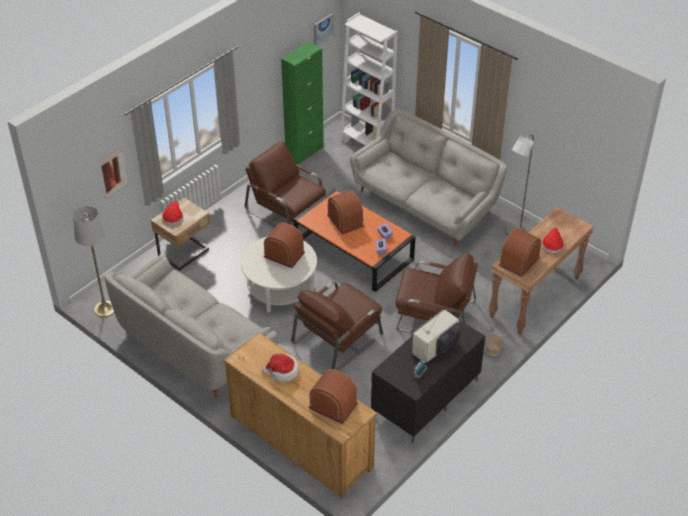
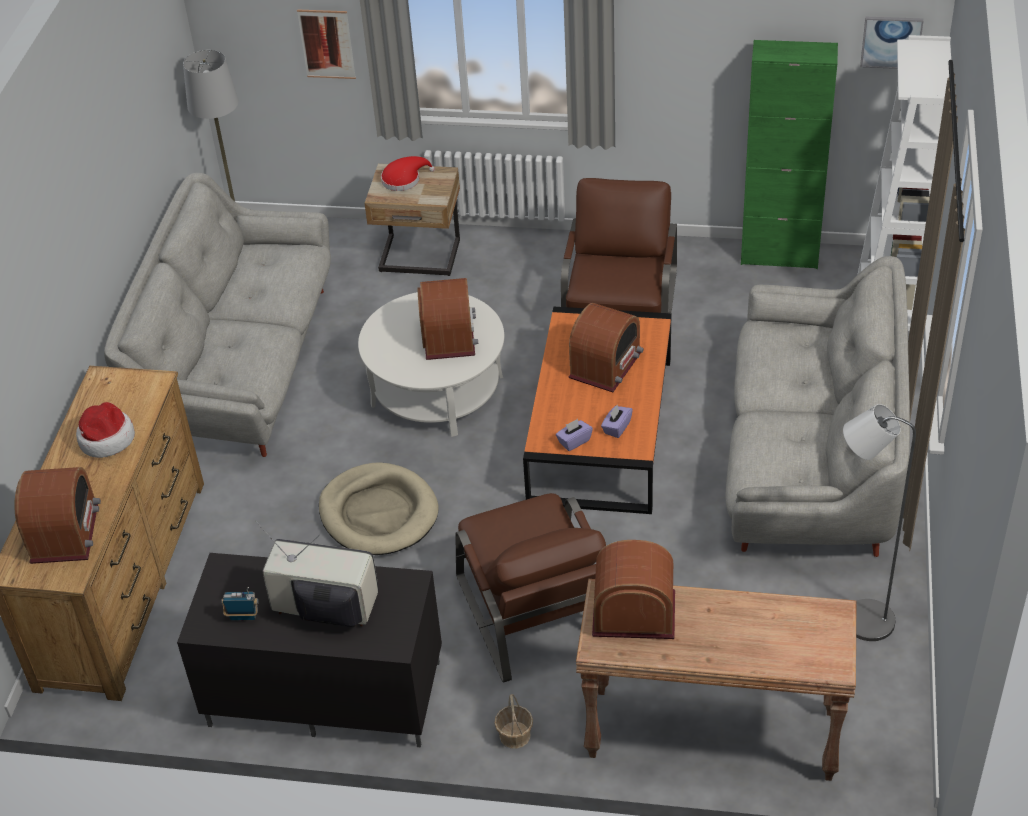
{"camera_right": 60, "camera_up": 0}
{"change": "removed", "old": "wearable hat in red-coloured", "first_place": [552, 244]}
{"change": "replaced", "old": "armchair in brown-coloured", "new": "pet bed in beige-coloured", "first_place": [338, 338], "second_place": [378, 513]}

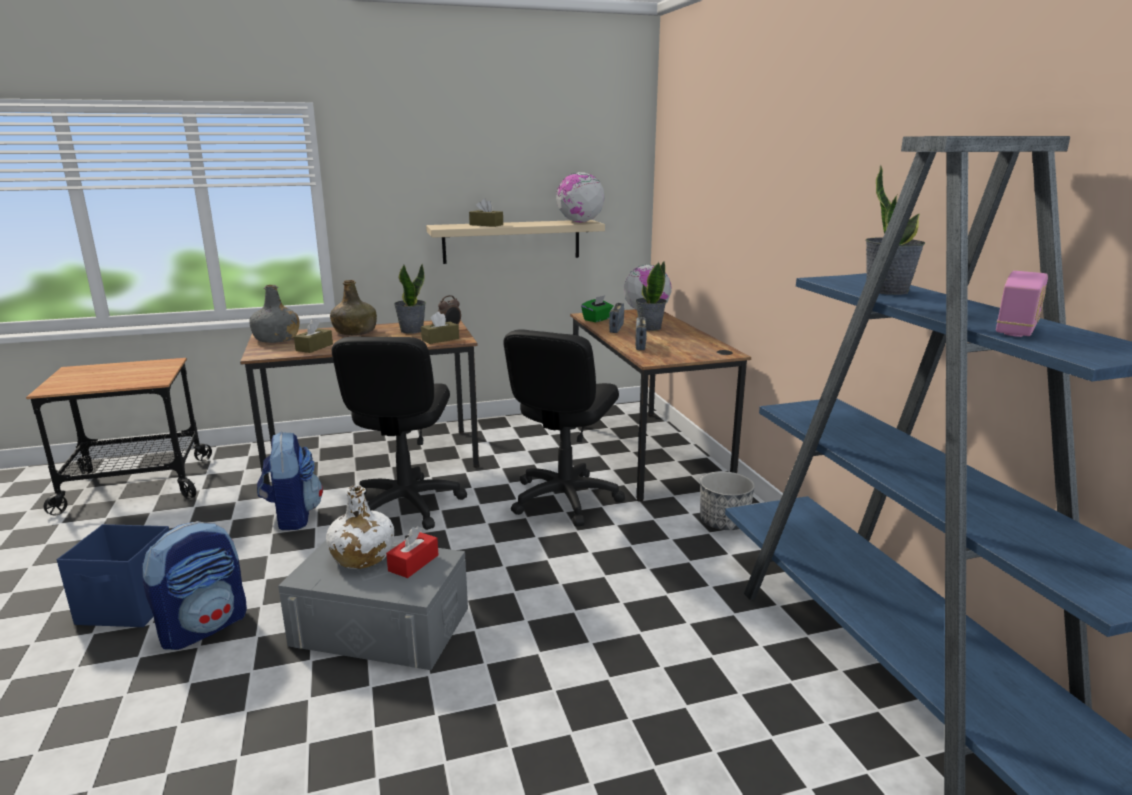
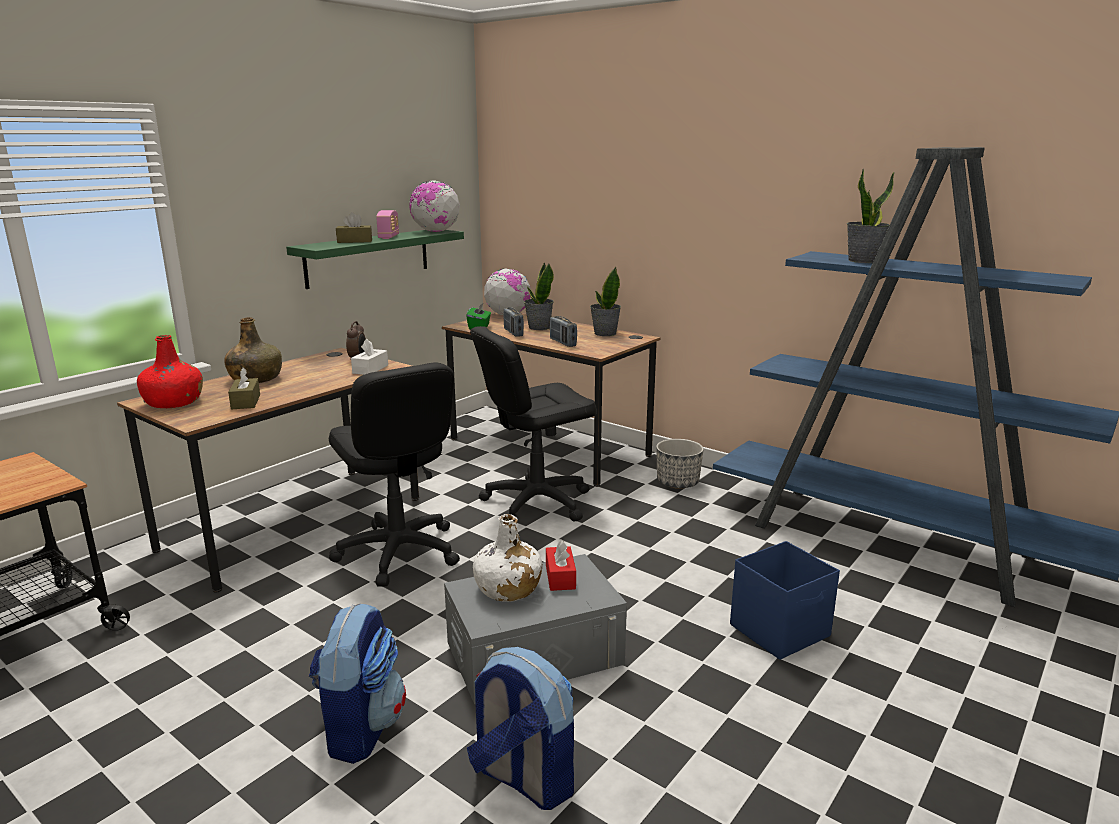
{"camera_right": -35, "camera_up": 0}
{"change": "recoloured", "old": "shelf in beige-coloured", "new": "shelf in greenish", "first_place": [512, 241], "second_place": [368, 257]}
{"change": "moved", "old": "houseplant", "first_place": [411, 330], "second_place": [604, 333]}
{"change": "moved", "old": "radio receiver", "first_place": [1017, 329], "second_place": [388, 237]}
{"change": "recoloured", "old": "beverage bottle in greyish", "new": "beverage bottle in red-coloured", "first_place": [276, 339], "second_place": [174, 402]}
{"change": "recoloured", "old": "tissue box in brown-coloured", "new": "tissue box in whitish", "first_place": [440, 339], "second_place": [370, 369]}
{"change": "turned", "old": "office chair in black", "first_place": [564, 499], "second_place": [536, 502], "degrees": 75}
{"change": "moved", "old": "rucksack", "first_place": [293, 516], "second_place": [523, 779]}
{"change": "moved", "old": "storage box in bluish", "first_place": [130, 606], "second_place": [781, 630]}

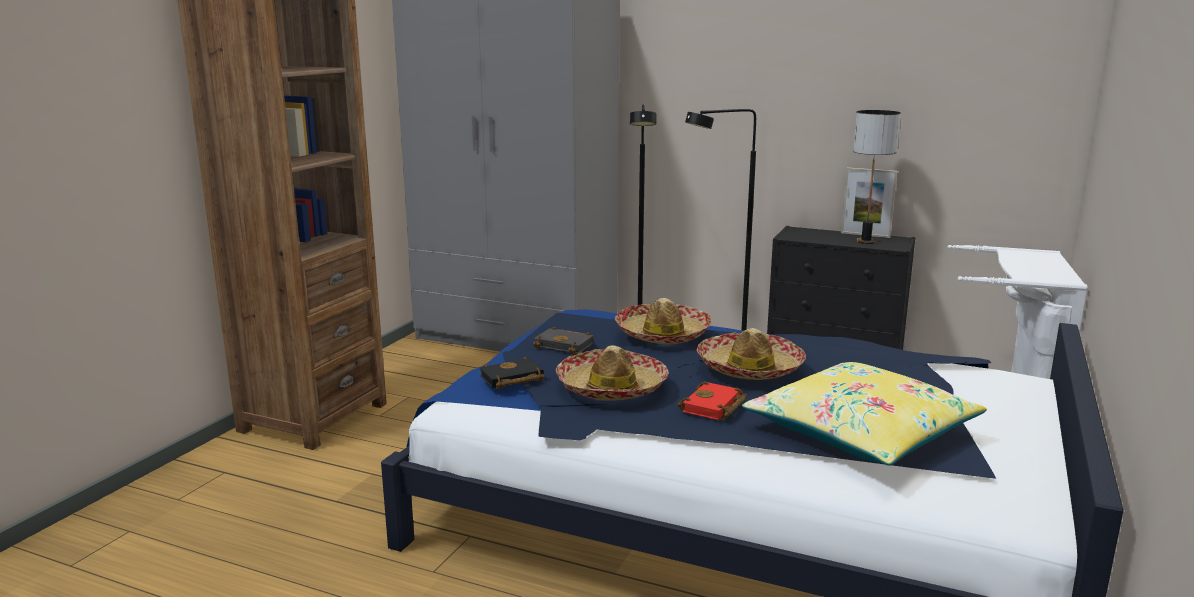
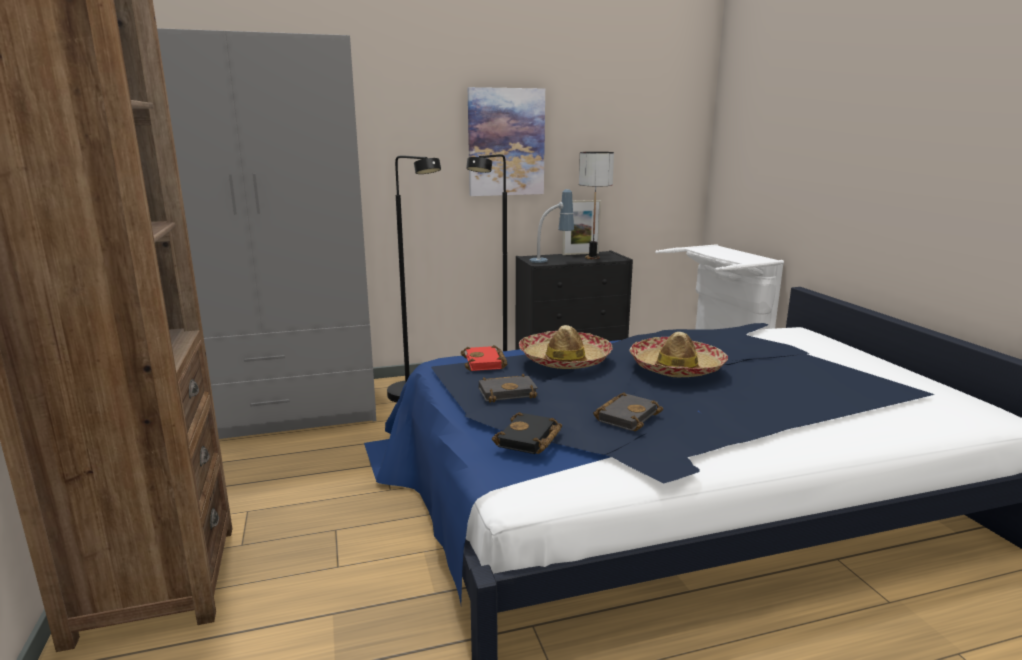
{"camera_right": -40, "camera_up": 0}
{"change": "replaced", "old": "wearable hat", "new": "bound book in black", "first_place": [612, 387], "second_place": [626, 416]}
{"change": "removed", "old": "pillow in yellowish", "first_place": [860, 432]}
{"change": "moved", "old": "bound book in red-coloured", "first_place": [714, 407], "second_place": [485, 363]}
{"change": "added", "new": "wall picture", "second_place": [506, 142]}
{"change": "added", "new": "tabletop lamp", "second_place": [551, 260]}

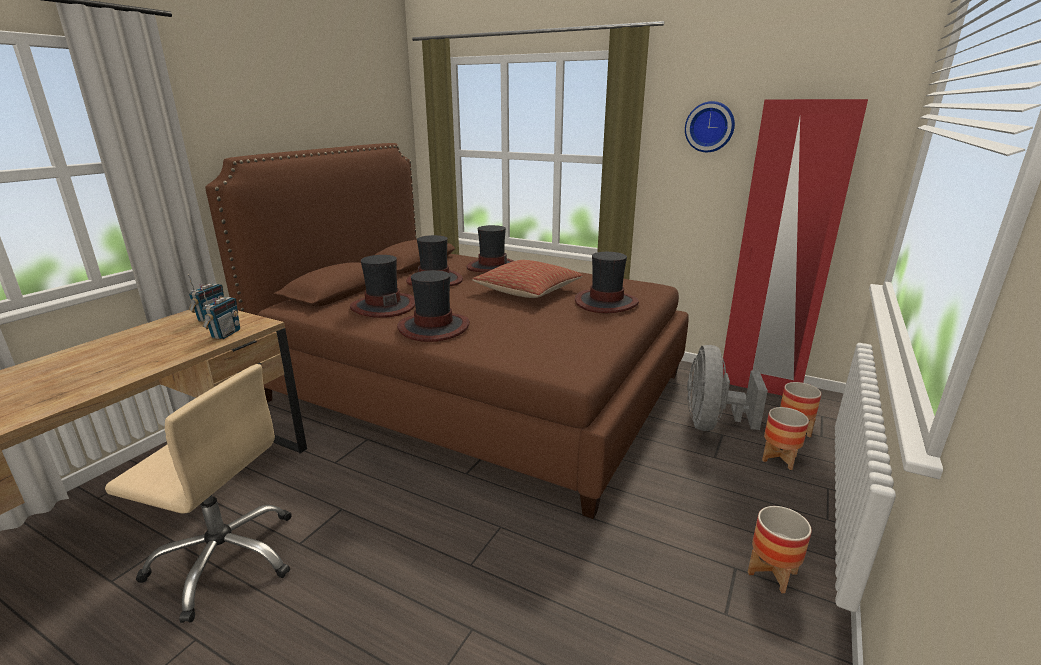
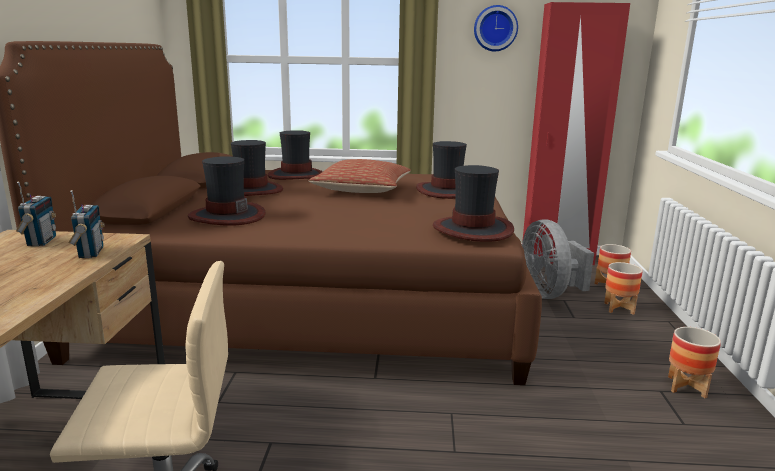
{"camera_right": -25, "camera_up": -5}
{"change": "moved", "old": "wearable hat", "first_place": [434, 327], "second_place": [473, 229]}

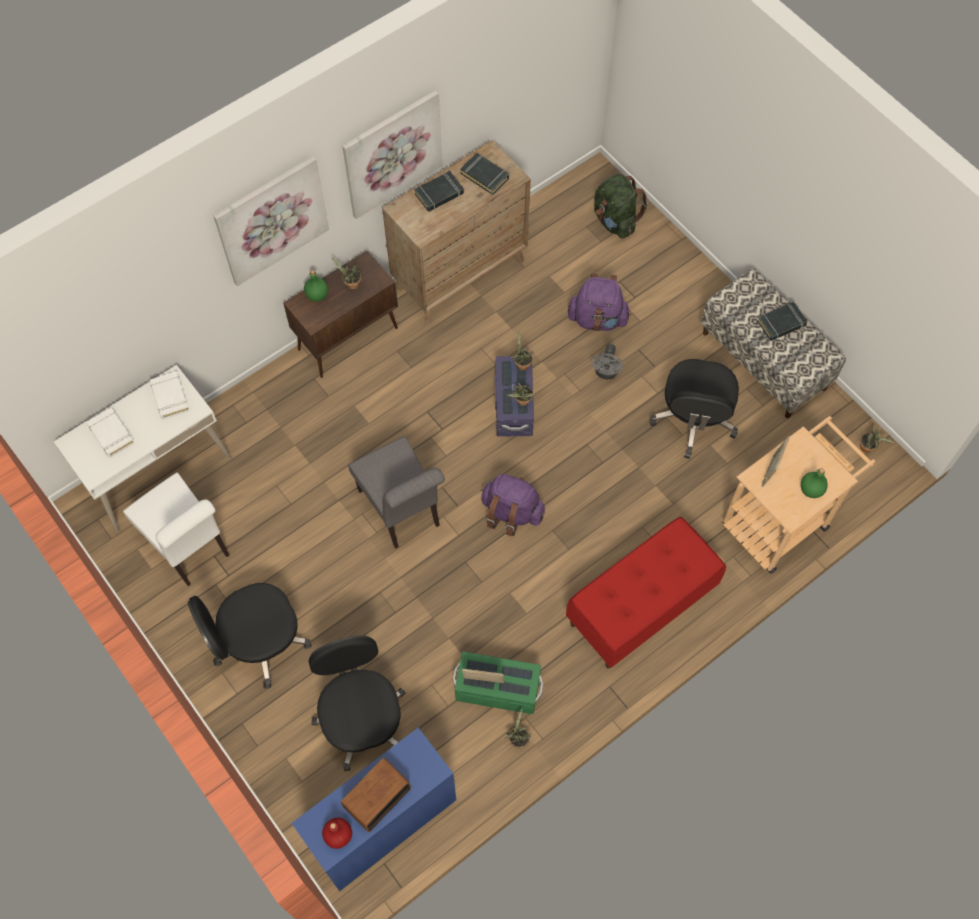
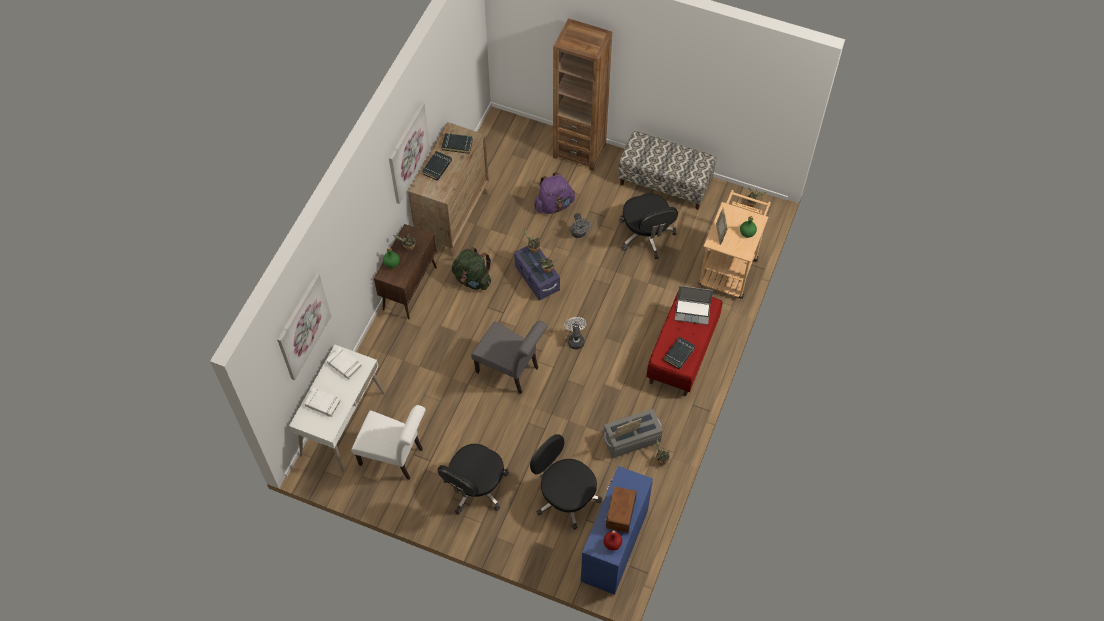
{"camera_right": -30, "camera_up": -5}
{"change": "moved", "old": "wall picture", "first_place": [272, 220], "second_place": [303, 326]}
{"change": "moved", "old": "rucksack in greenish", "first_place": [615, 220], "second_place": [472, 279]}
{"change": "moved", "old": "bound book in black", "first_place": [781, 323], "second_place": [679, 354]}
{"change": "replaced", "old": "rucksack in purple", "new": "electric fan in whitish", "first_place": [511, 512], "second_place": [575, 339]}
{"change": "recoloured", "old": "storage box in greenish", "new": "storage box in greyish", "first_place": [497, 689], "second_place": [631, 439]}
{"change": "added", "new": "bookcase in brown-coloured", "second_place": [579, 150]}
{"change": "added", "new": "notebook computer", "second_place": [693, 311]}

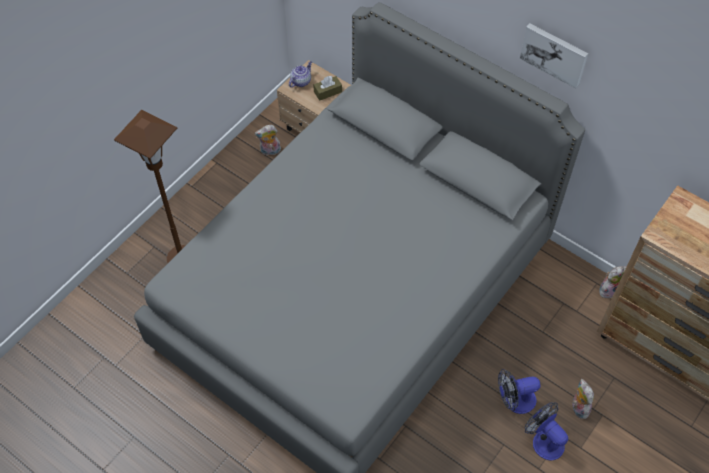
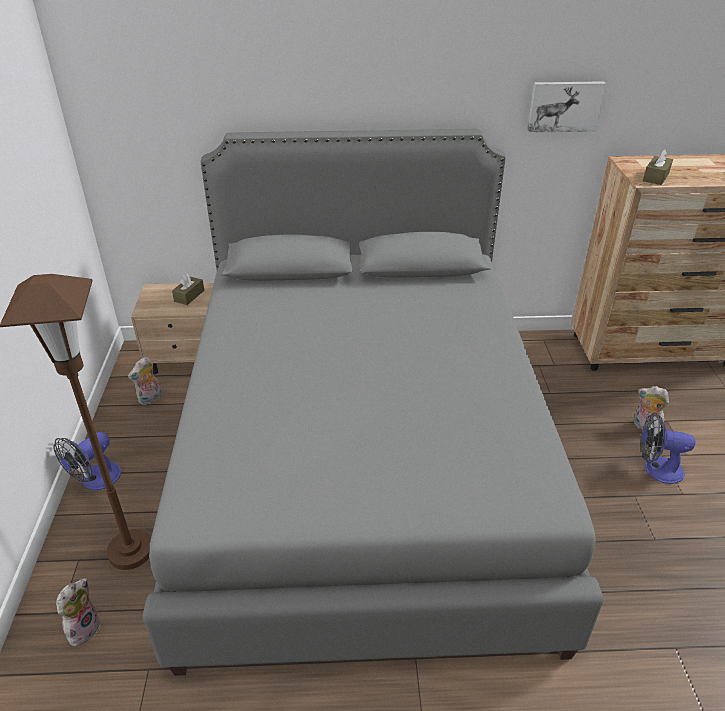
{"camera_right": -40, "camera_up": -20}
{"change": "moved", "old": "wall picture", "first_place": [554, 54], "second_place": [564, 106]}
{"change": "removed", "old": "teapot", "first_place": [301, 81]}
{"change": "moved", "old": "plush toy", "first_place": [609, 289], "second_place": [83, 628]}
{"change": "moved", "old": "electric fan", "first_place": [514, 401], "second_place": [95, 480]}
{"change": "added", "new": "tissue box in brown-coloured", "second_place": [656, 177]}

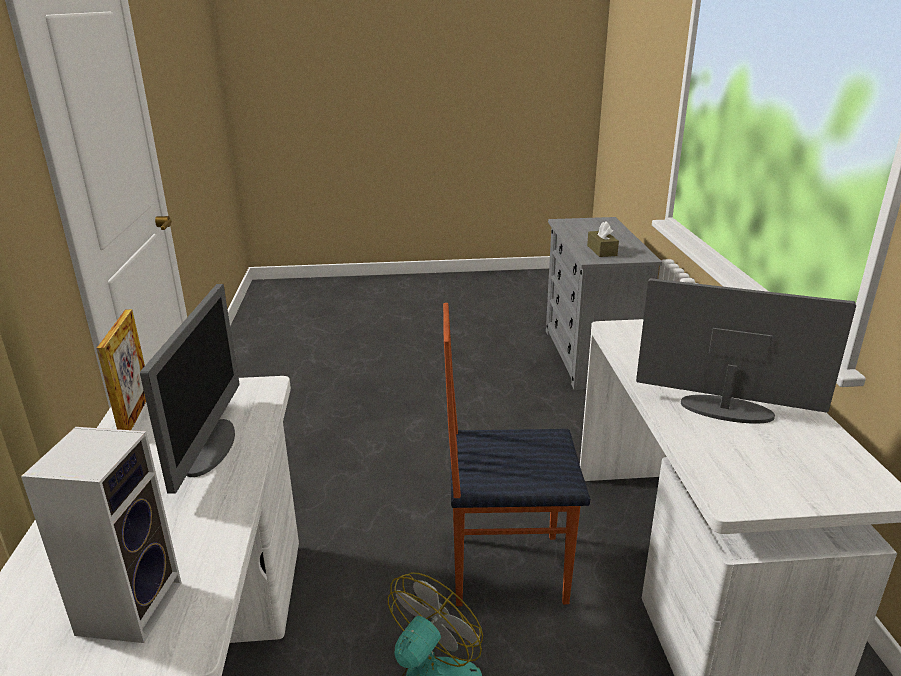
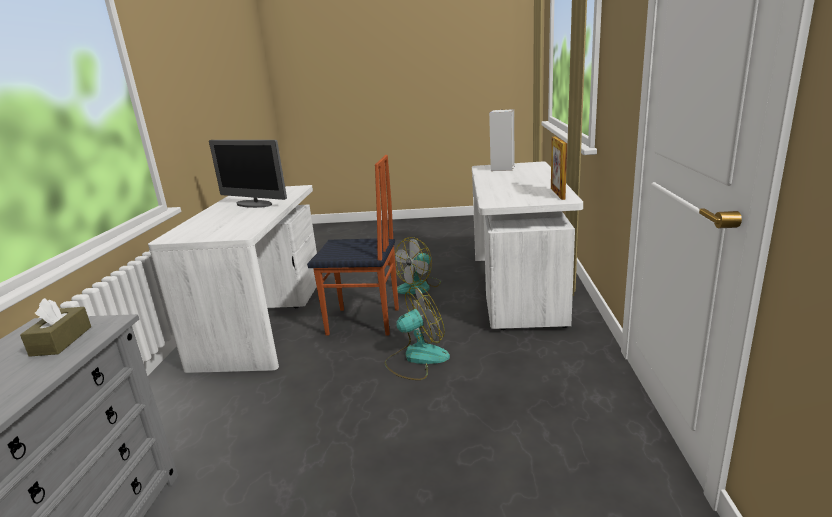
{"camera_right": -170, "camera_up": -5}
{"change": "removed", "old": "monitor", "first_place": [209, 447]}
{"change": "added", "new": "electric fan", "second_place": [416, 358]}

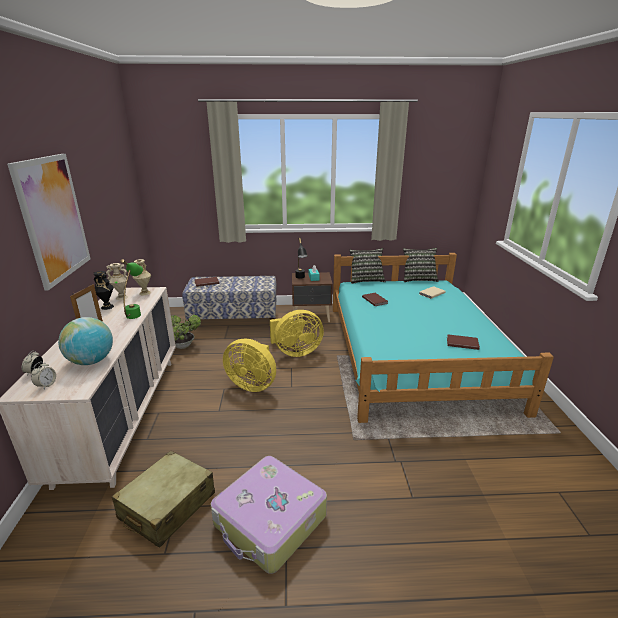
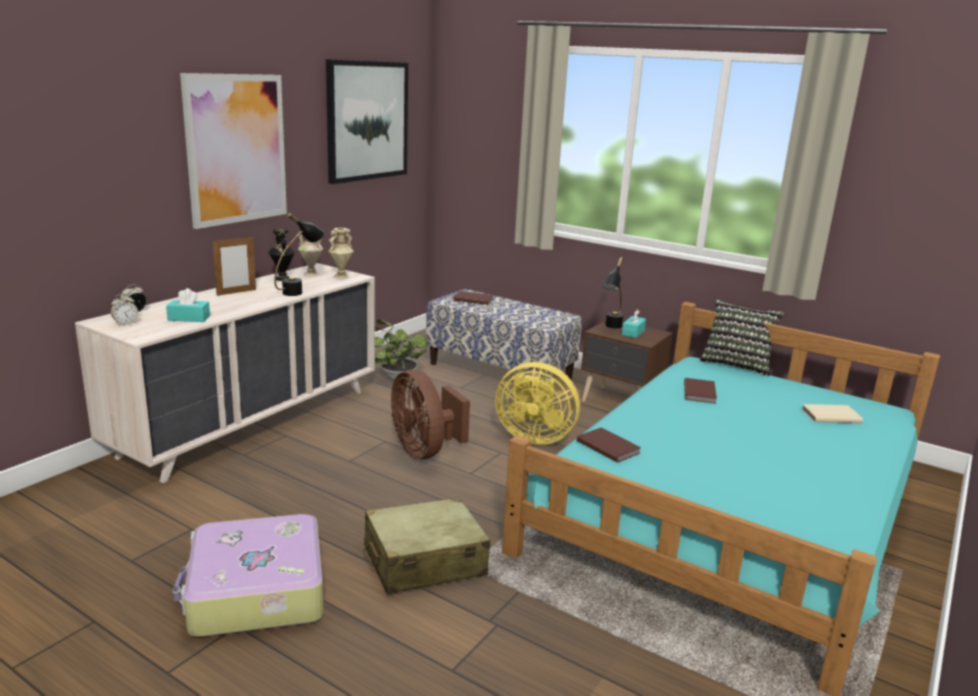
{"camera_right": 35, "camera_up": -5}
{"change": "removed", "old": "pillow", "first_place": [418, 279]}
{"change": "recoloured", "old": "tabletop lamp in greenish", "new": "tabletop lamp in black", "first_place": [136, 312], "second_place": [300, 291]}
{"change": "replaced", "old": "desk globe", "new": "tissue box in turquoise", "first_place": [91, 361], "second_place": [189, 318]}
{"change": "moved", "old": "bound book in brown-coloured", "first_place": [461, 343], "second_place": [608, 446]}
{"change": "recoloured", "old": "electric fan in yellowish", "new": "electric fan in brown-coloured", "first_place": [252, 384], "second_place": [425, 450]}
{"change": "moved", "old": "suitcase in beige-coloured", "first_place": [167, 506], "second_place": [424, 561]}
{"change": "added", "new": "wall picture", "second_place": [367, 121]}

